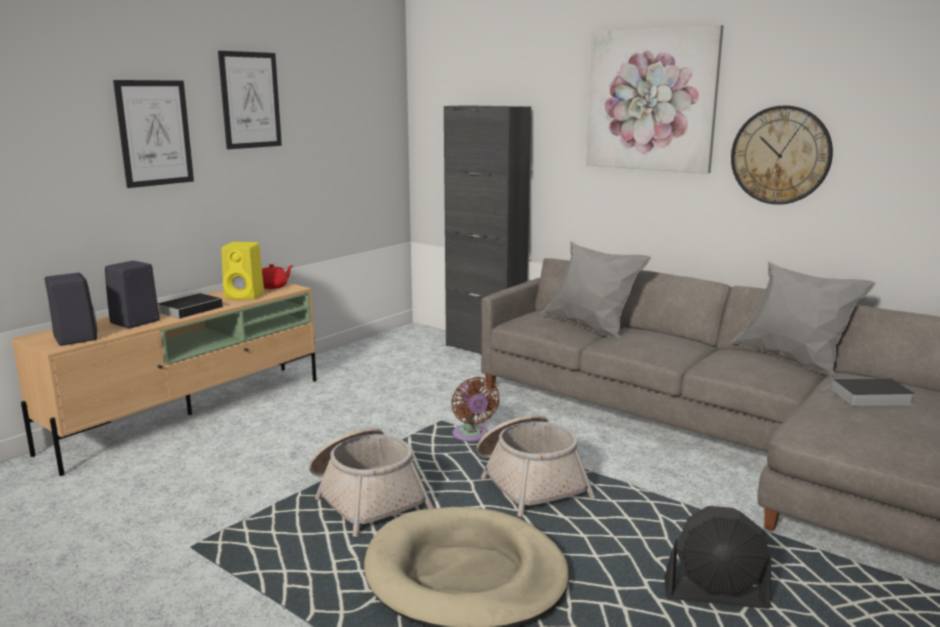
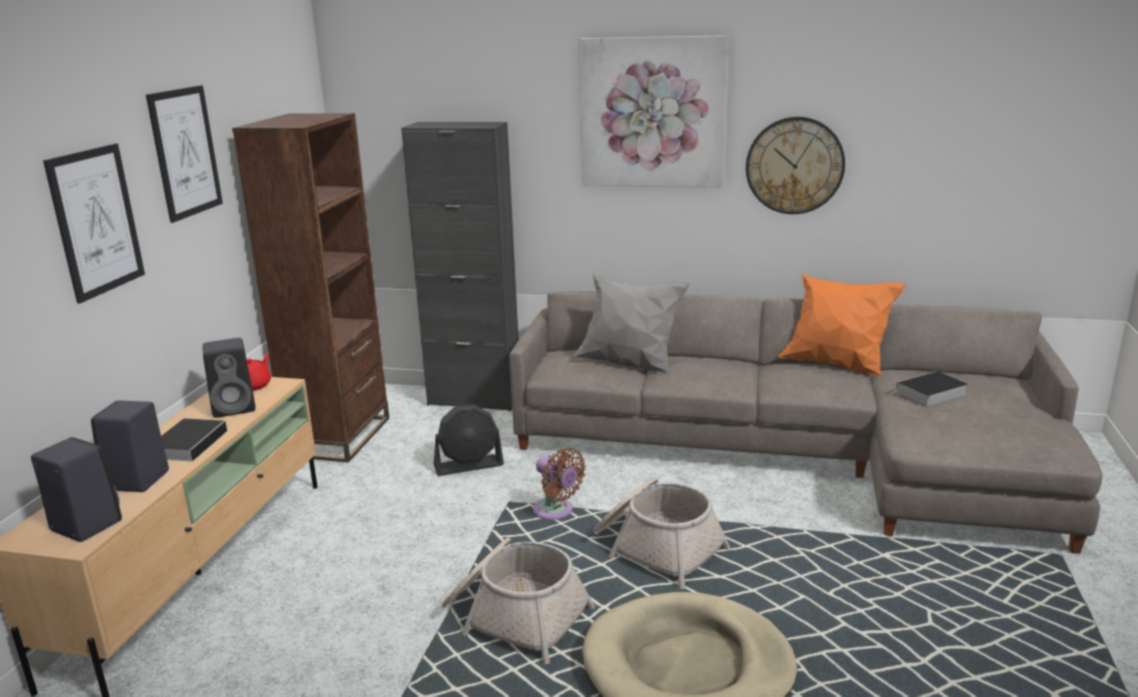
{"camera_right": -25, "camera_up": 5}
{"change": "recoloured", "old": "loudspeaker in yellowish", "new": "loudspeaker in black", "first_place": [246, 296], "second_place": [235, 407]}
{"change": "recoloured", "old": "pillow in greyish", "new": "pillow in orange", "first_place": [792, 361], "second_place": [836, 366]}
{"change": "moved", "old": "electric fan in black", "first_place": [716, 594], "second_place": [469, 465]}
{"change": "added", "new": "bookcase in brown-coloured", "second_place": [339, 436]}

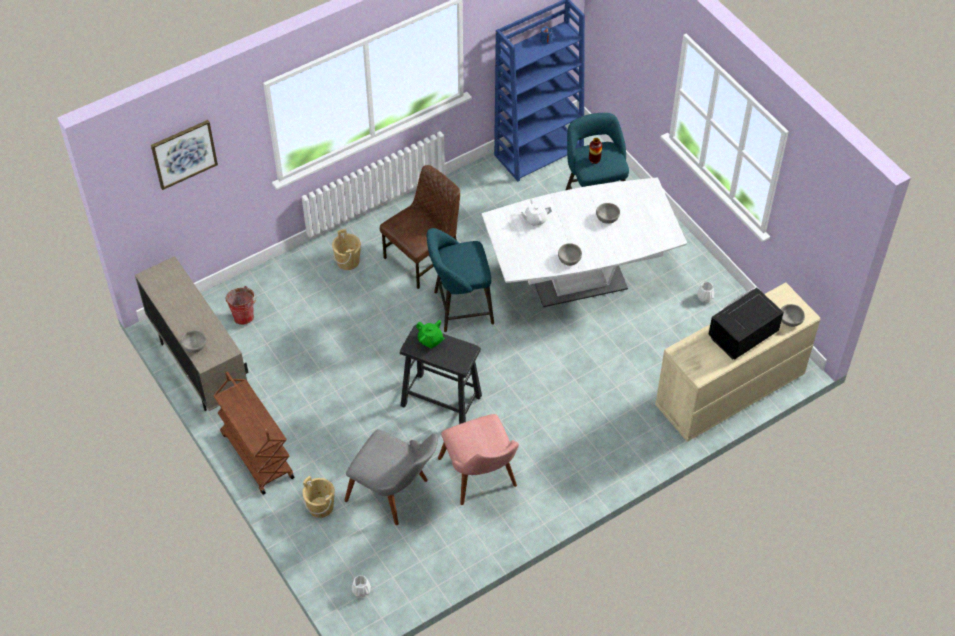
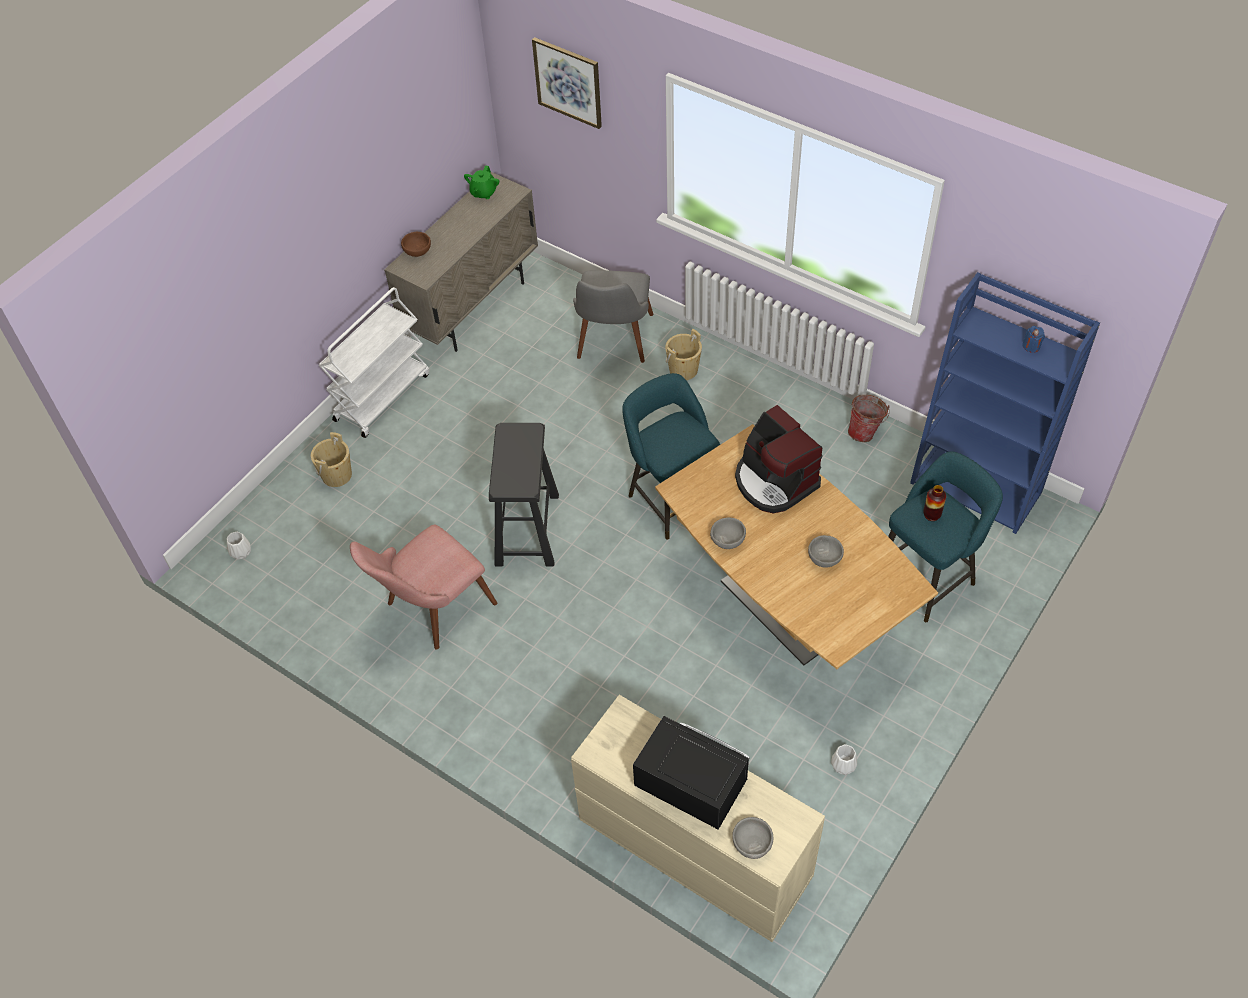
{"camera_right": 70, "camera_up": 0}
{"change": "removed", "old": "chair in brown-coloured", "first_place": [423, 258]}
{"change": "recoloured", "old": "dining table in whitish", "new": "dining table in brown-coloured", "first_place": [579, 282], "second_place": [784, 606]}
{"change": "replaced", "old": "teapot in whitish", "new": "coffee brewer", "first_place": [535, 219], "second_place": [774, 481]}
{"change": "moved", "old": "bucket", "first_place": [244, 315], "second_place": [865, 432]}
{"change": "moved", "old": "teapot in greenish", "first_place": [430, 340], "second_place": [483, 193]}
{"change": "recoloured", "old": "serving bowl in greyish", "new": "serving bowl in brown-coloured", "first_place": [194, 347], "second_place": [417, 251]}
{"change": "recoloured", "old": "cart in brown-coloured", "new": "cart in whitish", "first_place": [256, 455], "second_place": [382, 396]}
{"change": "moved", "old": "chair in greyish", "first_place": [396, 493], "second_place": [613, 344]}

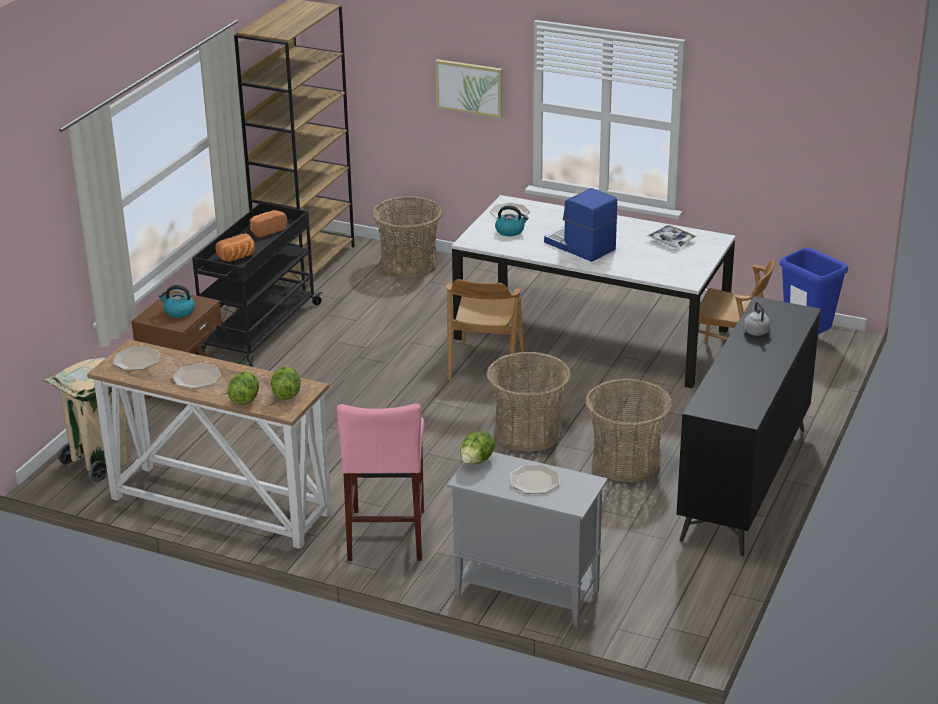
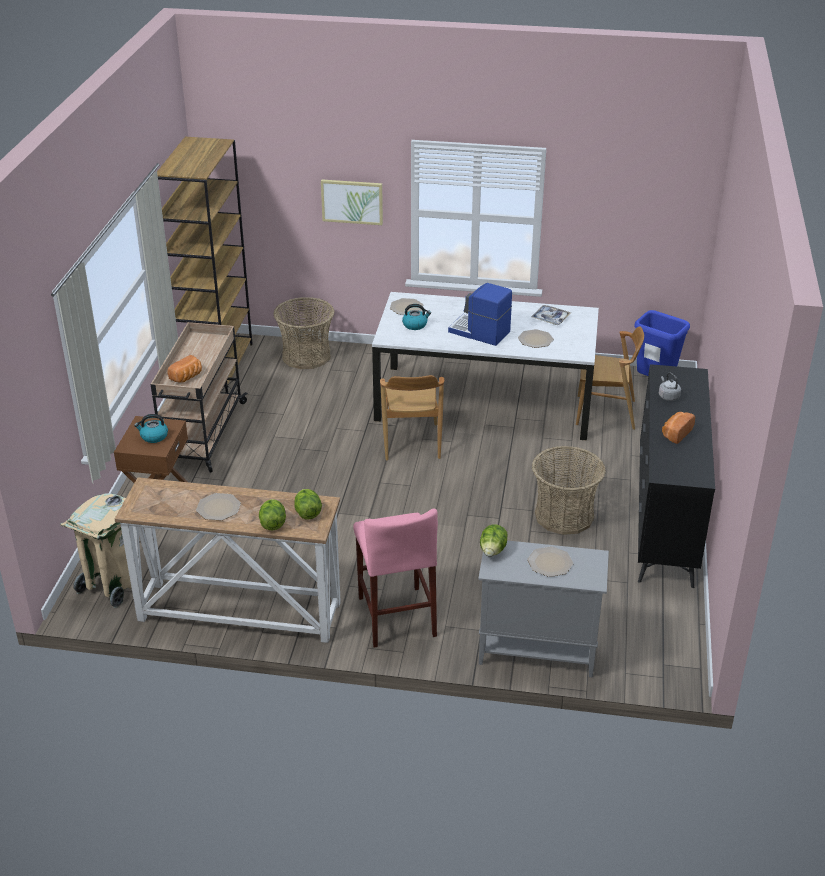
{"camera_right": -15, "camera_up": 5}
{"change": "recoloured", "old": "cart in black", "new": "cart in beige-coloured", "first_place": [259, 330], "second_place": [202, 435]}
{"change": "moved", "old": "bread", "first_place": [267, 230], "second_place": [675, 434]}
{"change": "moved", "old": "dinner plate", "first_place": [136, 359], "second_place": [535, 339]}
{"change": "removed", "old": "storage basket", "first_place": [528, 433]}

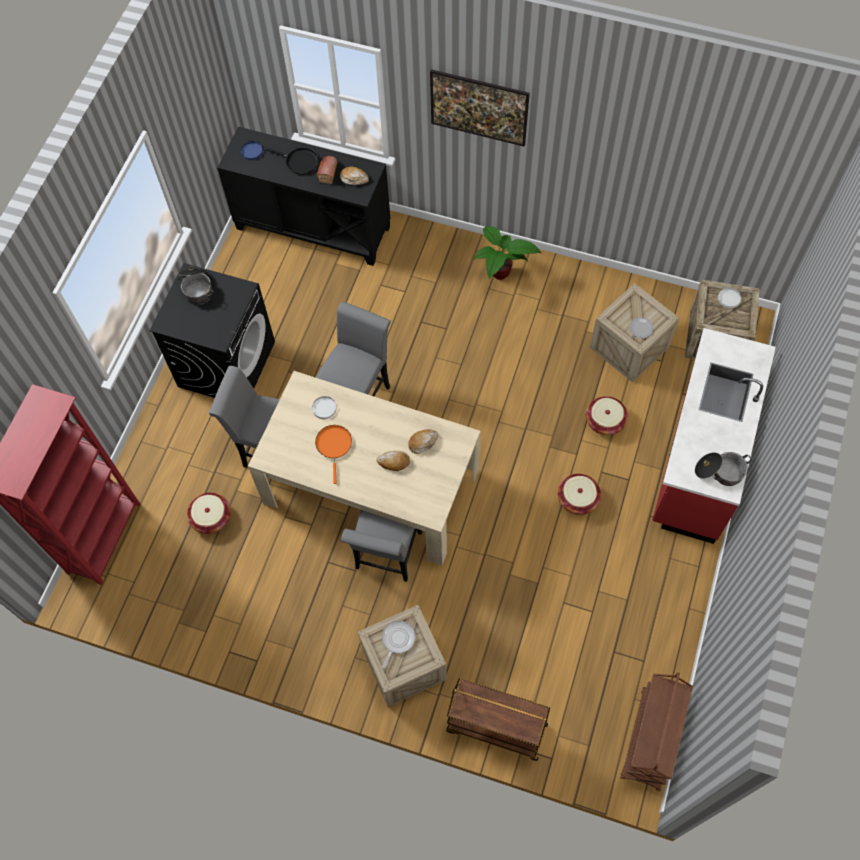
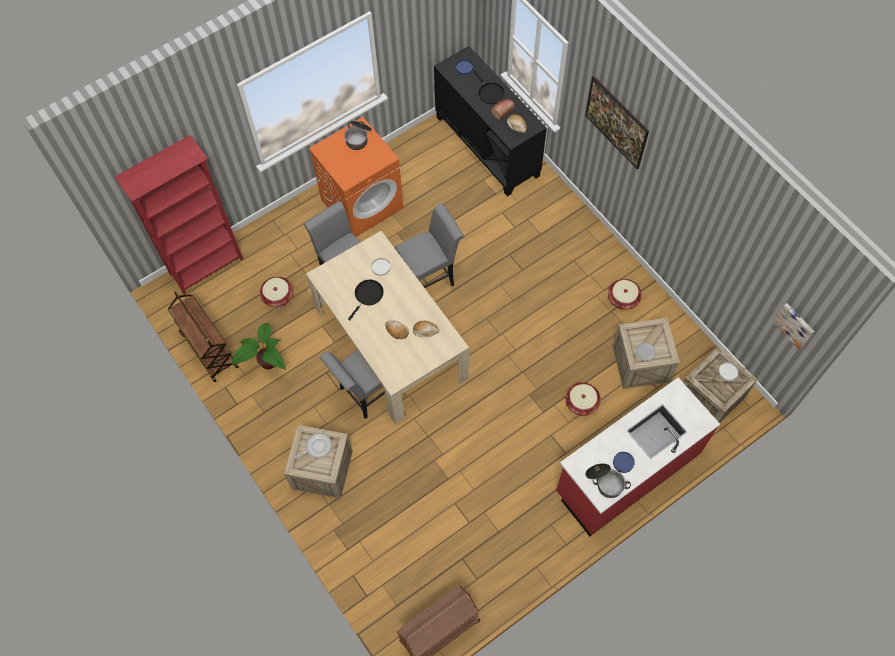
{"camera_right": 35, "camera_up": 0}
{"change": "moved", "old": "houseplant", "first_place": [500, 276], "second_place": [267, 365]}
{"change": "recoloured", "old": "washing machine in black", "new": "washing machine in orange", "first_place": [226, 363], "second_place": [362, 203]}
{"change": "recoloured", "old": "pan in orange", "new": "pan in black", "first_place": [334, 446], "second_place": [368, 295]}
{"change": "moved", "old": "storage basket", "first_place": [578, 499], "second_place": [623, 298]}
{"change": "moved", "old": "cart in brown-coloured", "first_place": [495, 728], "second_place": [208, 349]}
{"change": "added", "new": "wall picture", "second_place": [795, 325]}
{"change": "added", "new": "dinner plate in bluish", "second_place": [623, 462]}

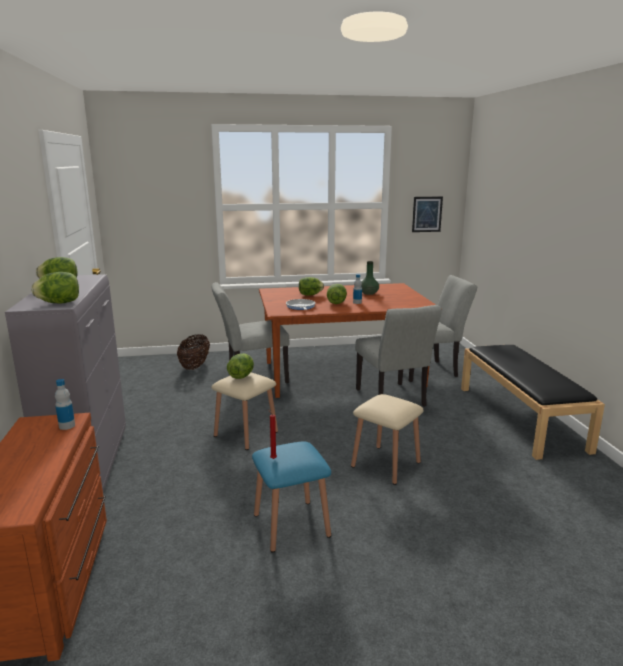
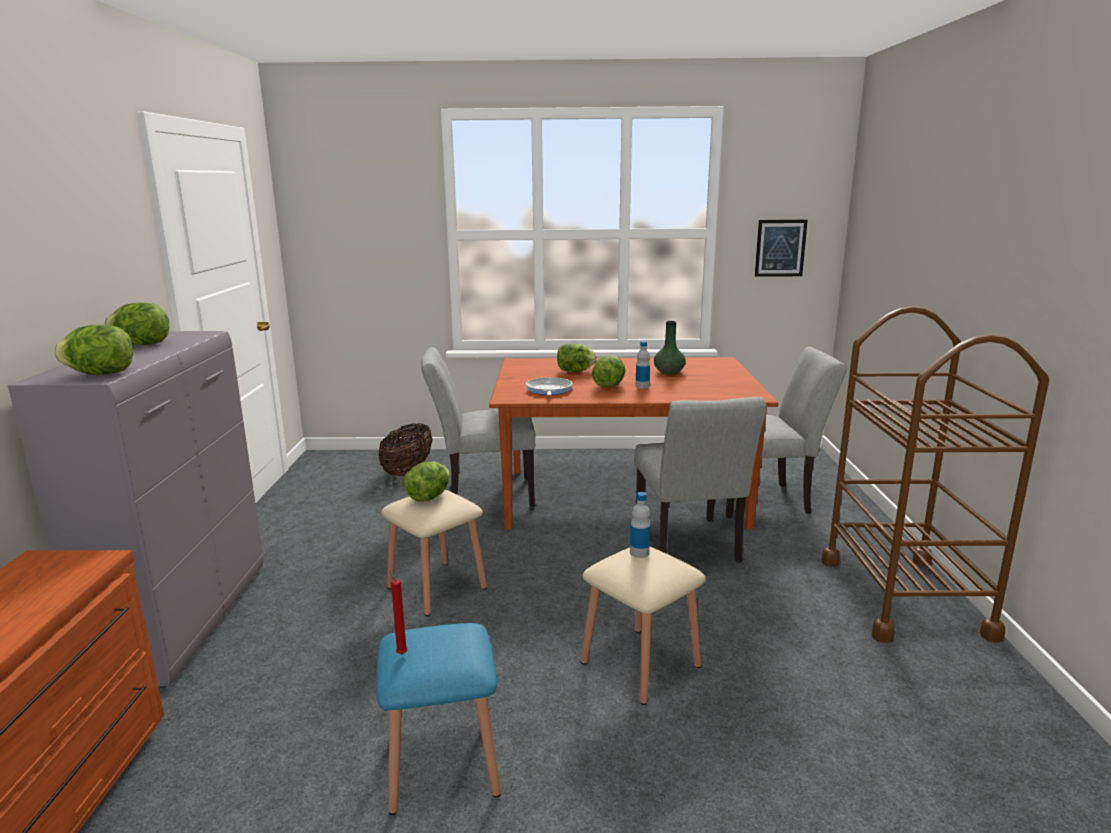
{"camera_right": 10, "camera_up": 0}
{"change": "replaced", "old": "bench in black", "new": "cart in brown-coloured", "first_place": [521, 417], "second_place": [903, 597]}
{"change": "moved", "old": "beverage bottle", "first_place": [67, 426], "second_place": [639, 553]}

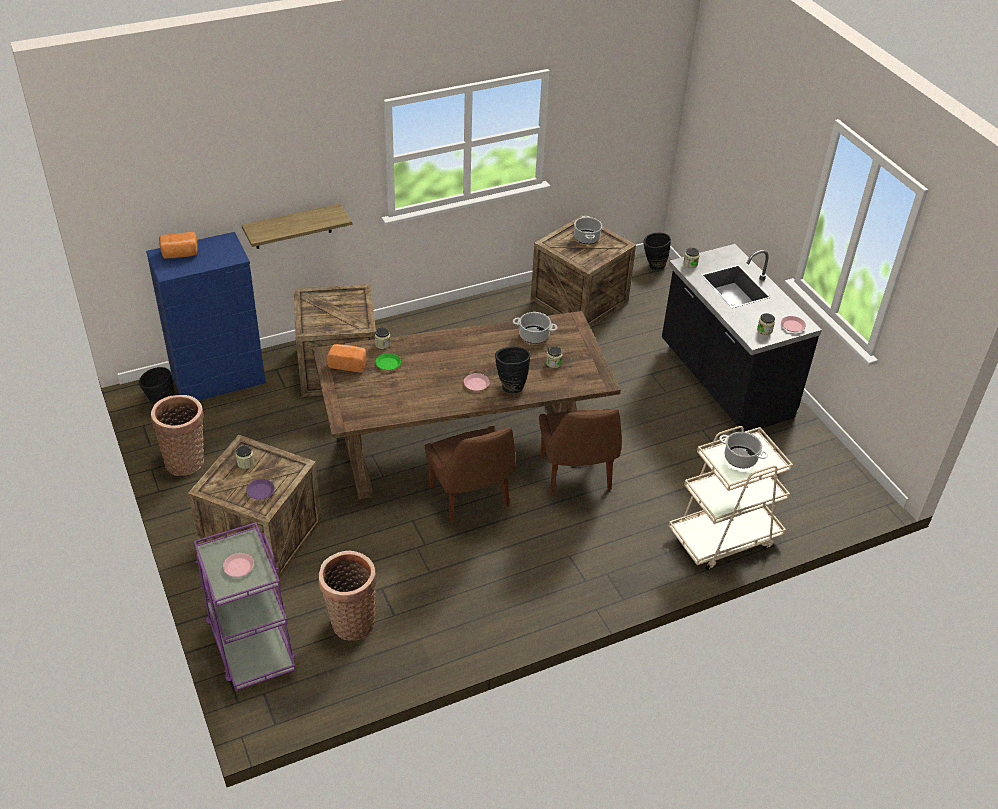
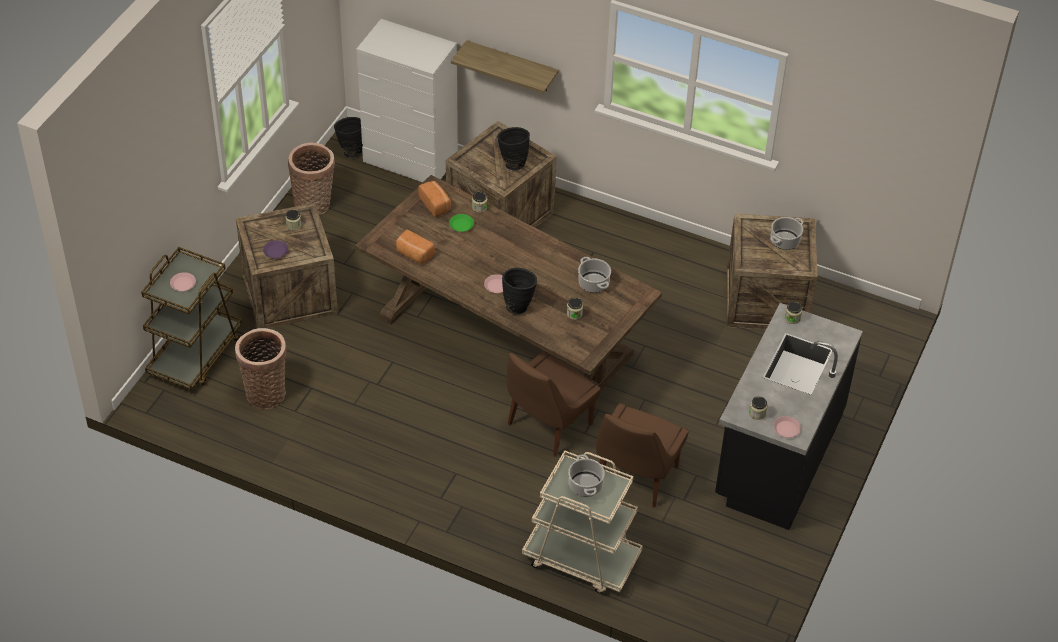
{"camera_right": 50, "camera_up": 5}
{"change": "recoloured", "old": "dresser in bluish", "new": "dresser in whitish", "first_place": [219, 379], "second_place": [411, 160]}
{"change": "moved", "old": "bread", "first_place": [180, 254], "second_place": [414, 254]}
{"change": "moved", "old": "vase in black", "first_place": [653, 265], "second_place": [512, 163]}
{"change": "moved", "old": "chair in brown-coloured", "first_place": [470, 498], "second_place": [635, 478]}
{"change": "recoloured", "old": "cart in purple", "new": "cart in brown-coloured", "first_place": [251, 643], "second_place": [196, 354]}

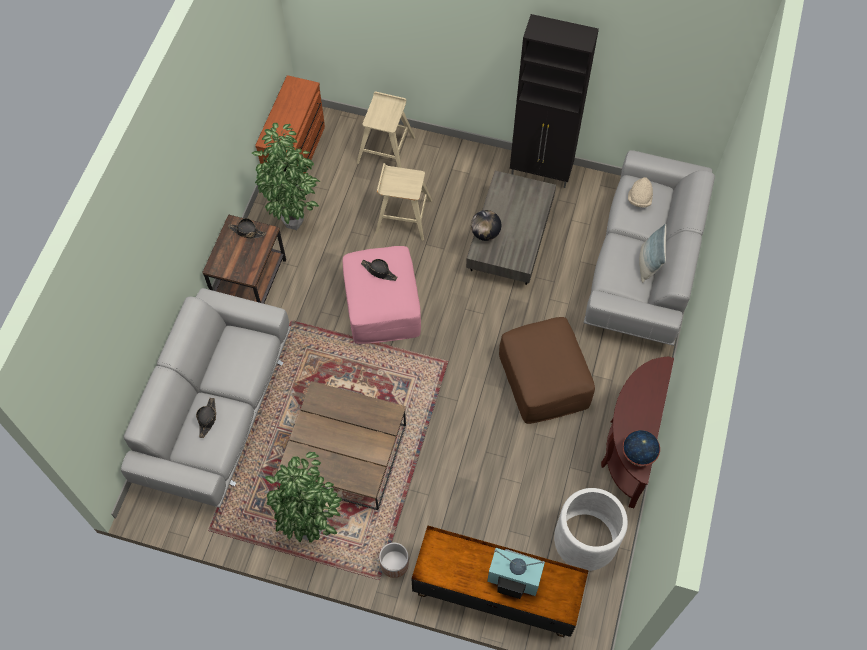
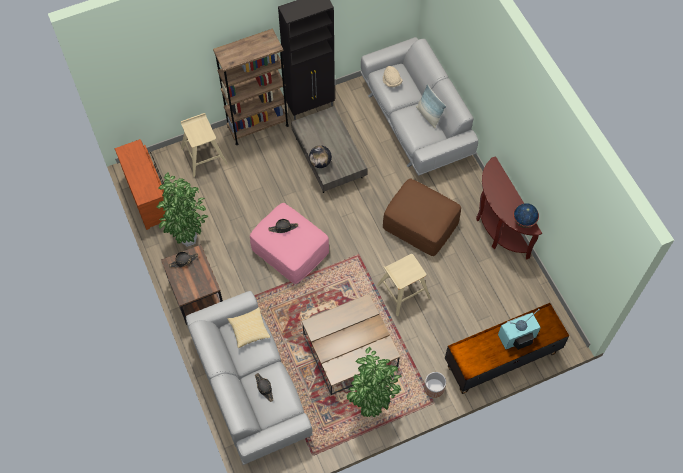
{"camera_right": -40, "camera_up": 0}
{"change": "moved", "old": "stool in beige-coloured", "first_place": [403, 216], "second_place": [402, 291]}
{"change": "removed", "old": "planter in whitish", "first_place": [585, 540]}
{"change": "added", "new": "bookcase in brown-coloured", "second_place": [258, 126]}
{"change": "added", "new": "pillow", "second_place": [249, 330]}

